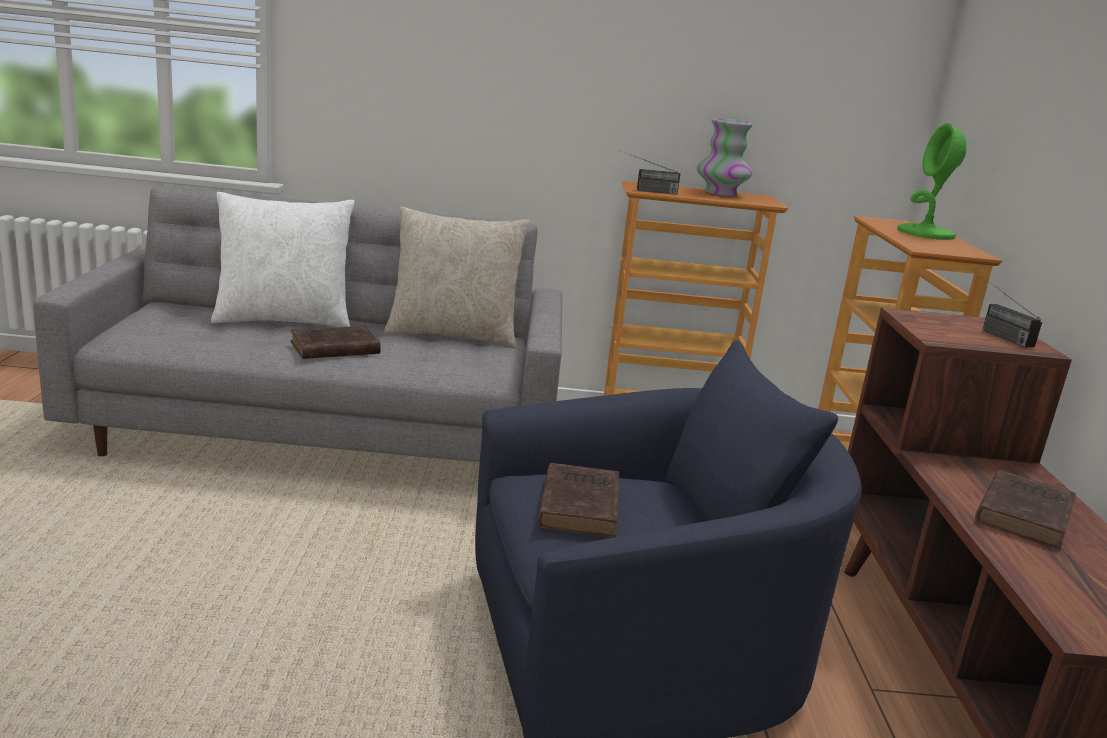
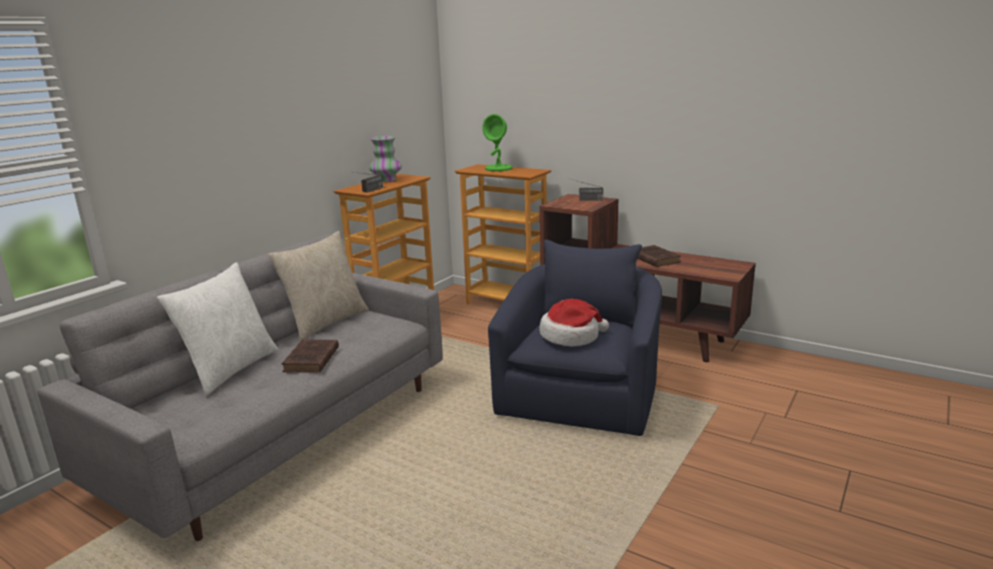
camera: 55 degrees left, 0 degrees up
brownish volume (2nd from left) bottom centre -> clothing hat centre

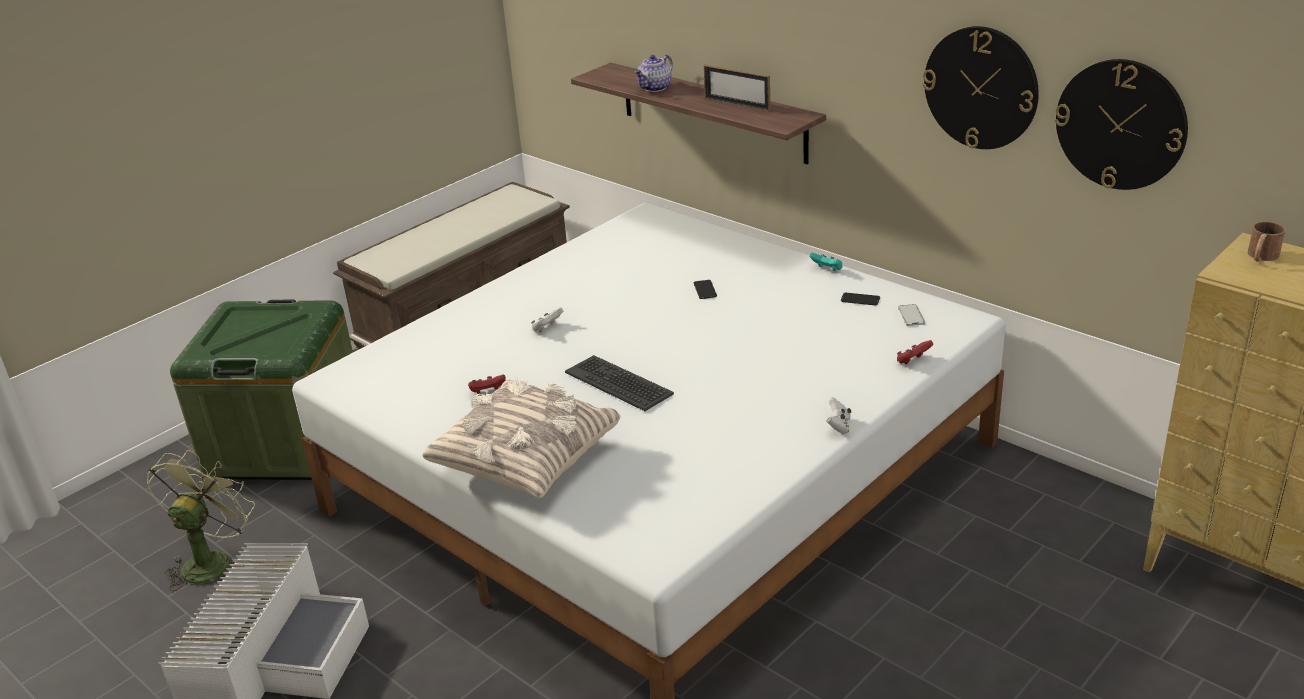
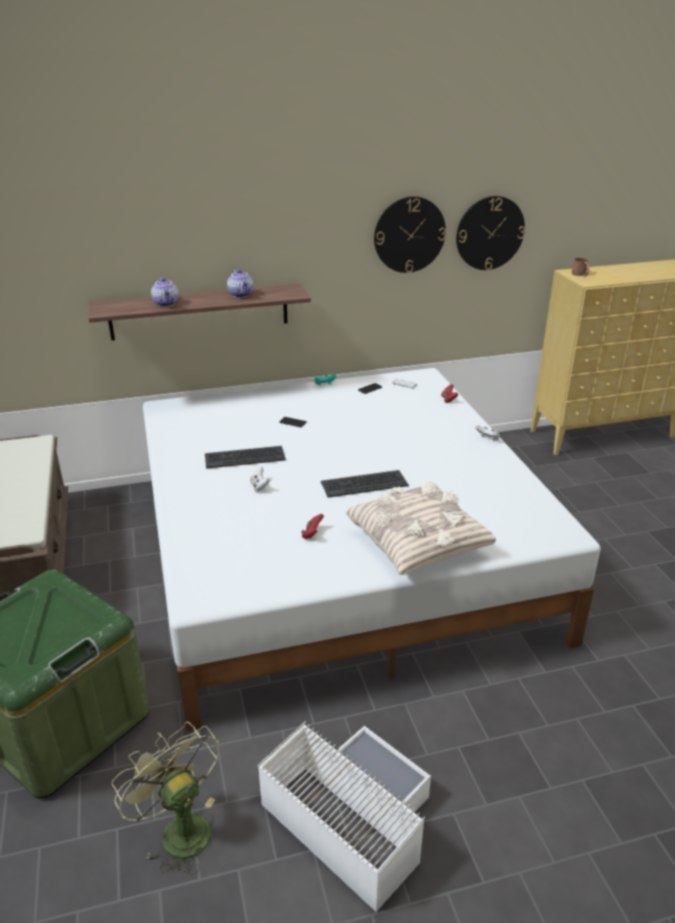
camera: 60 degrees left, 0 degrees up
standing frame top centre -> pot for tea (2nd from left) top centre
none -> computer keyboard (1st from left) centre

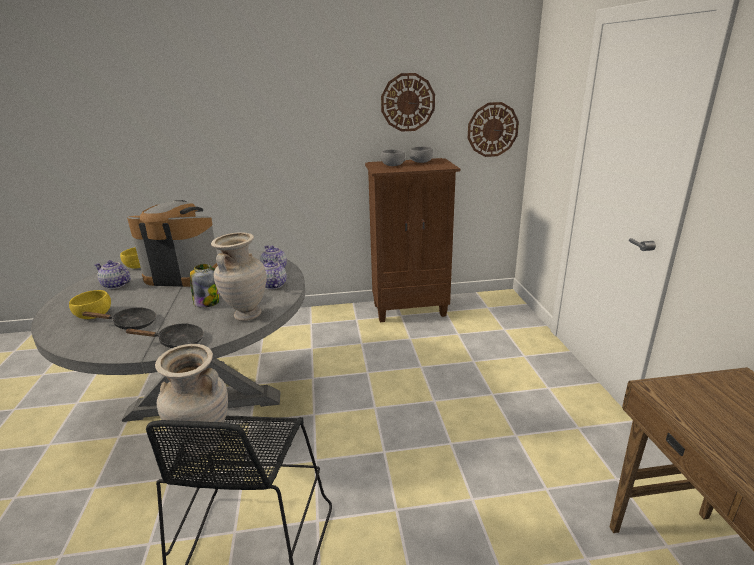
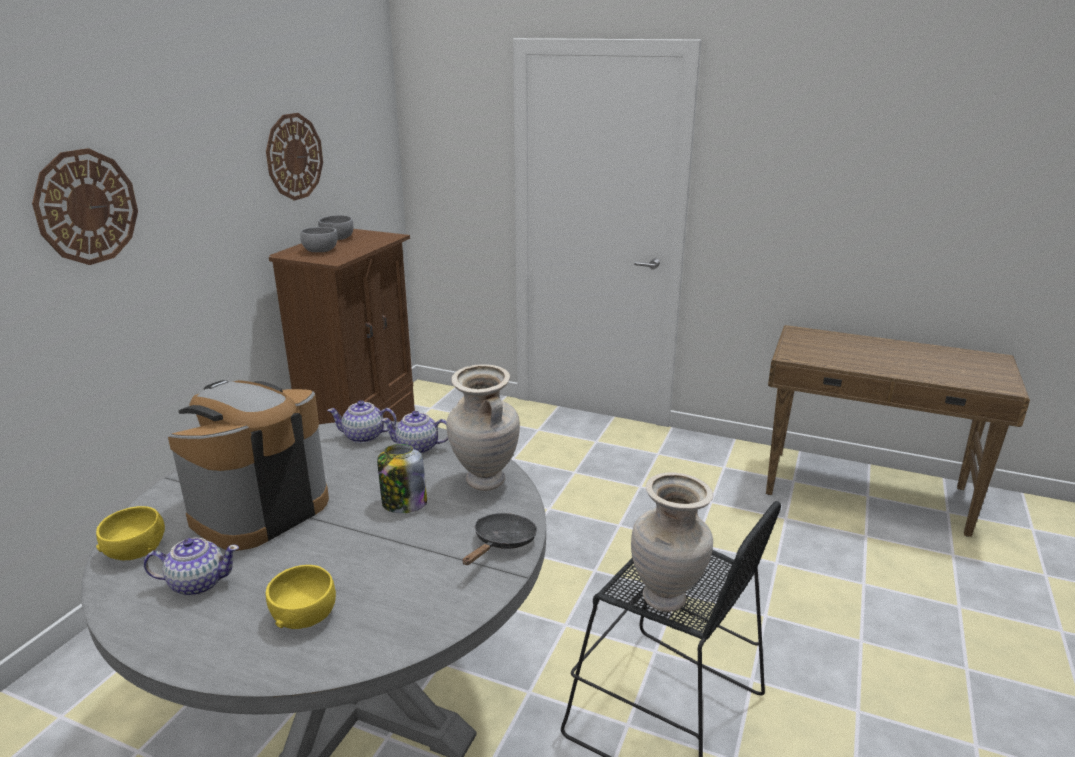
camera: 60 degrees left, 0 degrees up
wall clock (2nd from left in the first image) top centre -> wall clock (1st from left) top left, moved
pot for tea (1st from left) middle left -> pot for tea (1st from left) bottom left, 150 degrees counterclockwise
black skillet (1st from left) middle left -> none

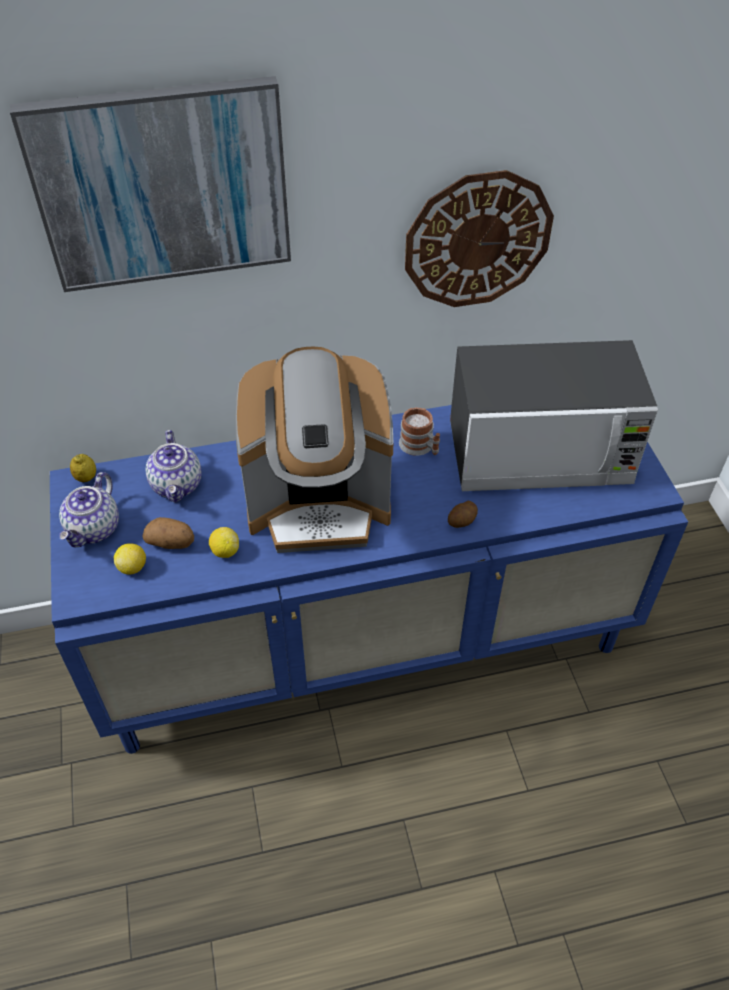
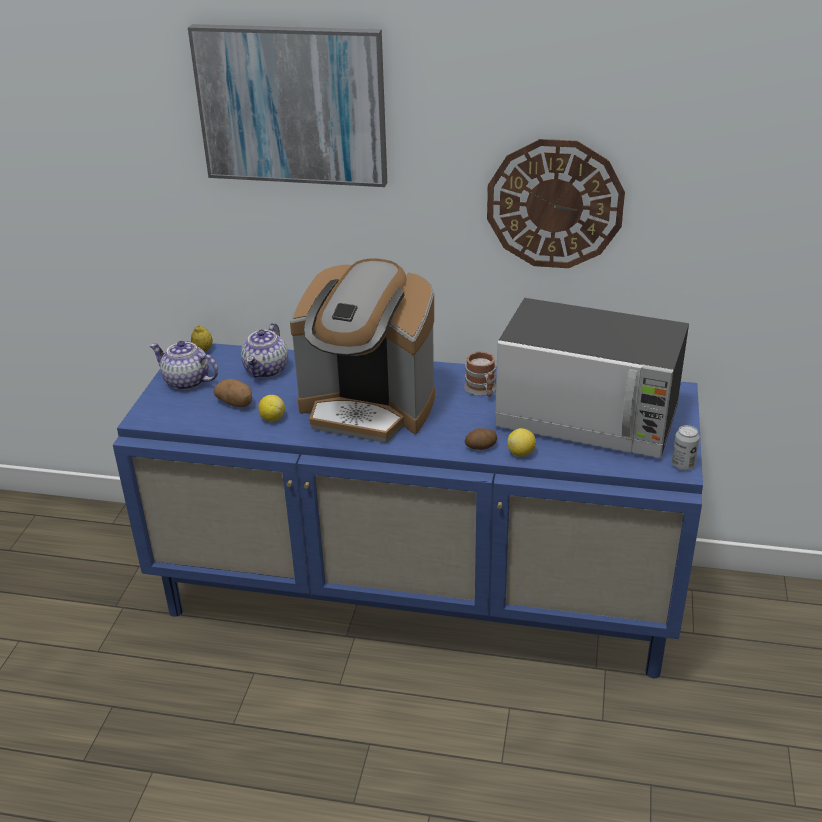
camera: 25 degrees right, 15 degrees down
pot for tea (1st from left) middle left, 75 degrees clockwise
whole lemon (2nd from left in the first image) middle left -> whole lemon (3rd from left) centre, moved
none -> metal can middle right

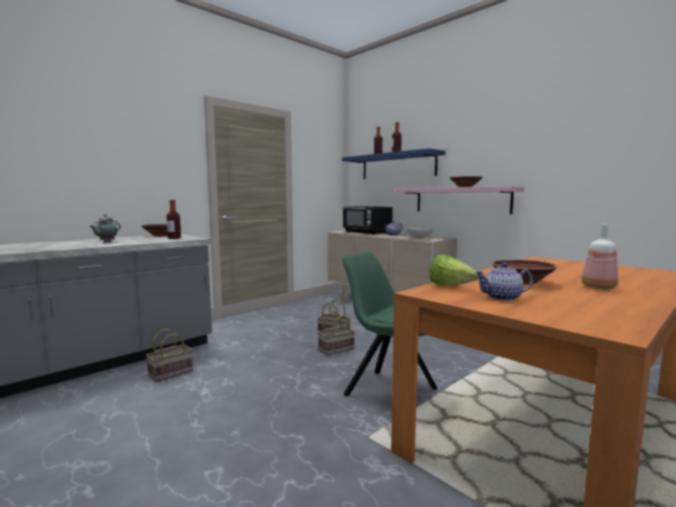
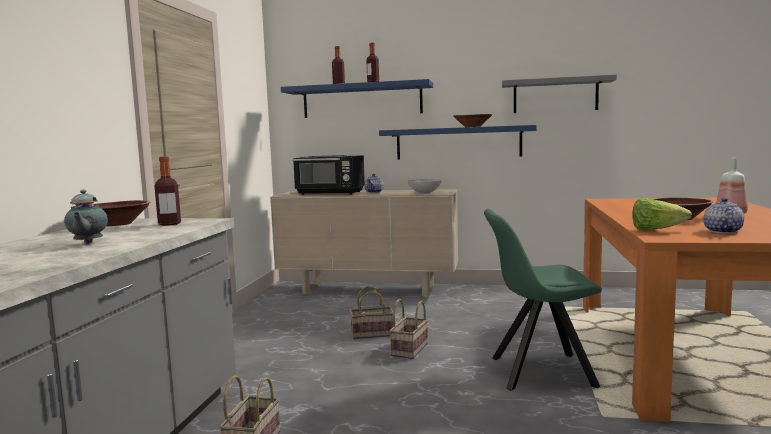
camera: 35 degrees left, 0 degrees up
pink bracket shelf middle right -> blue-coloured bracket shelf (2nd from left) top centre
pot for tea (3rd from left) middle right, 150 degrees clockwise
none -> gray bracket shelf top right

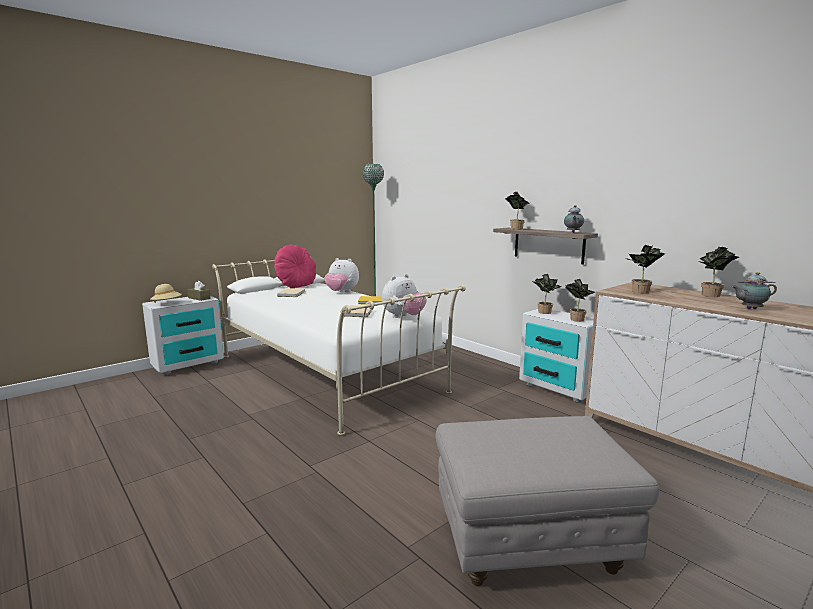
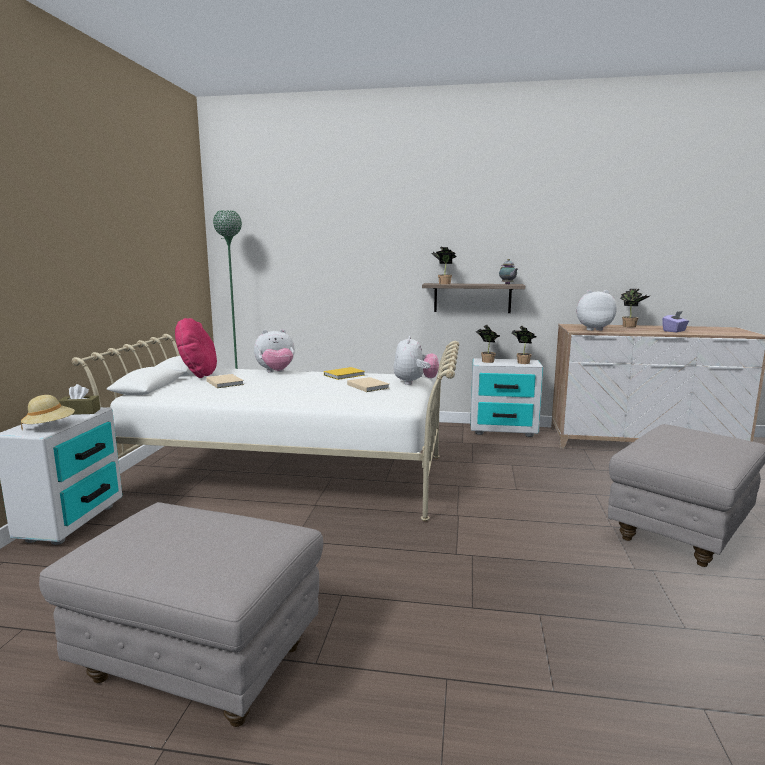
camera: 40 degrees left, 0 degrees up
plant in a pot (4th from left) middle right -> cuddly toy (3rd from left) middle right
pot for tea (2nd from left) middle right -> purple box of tissues middle right
none -> gray ottoman (1st from left) bottom left

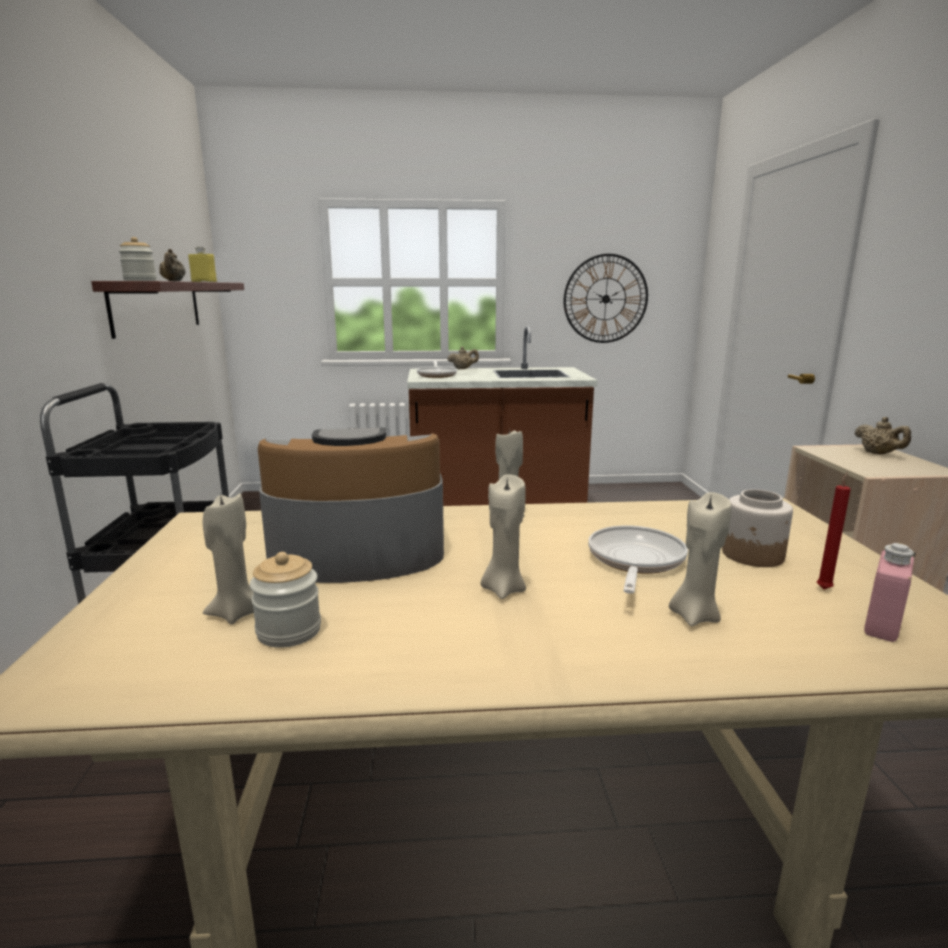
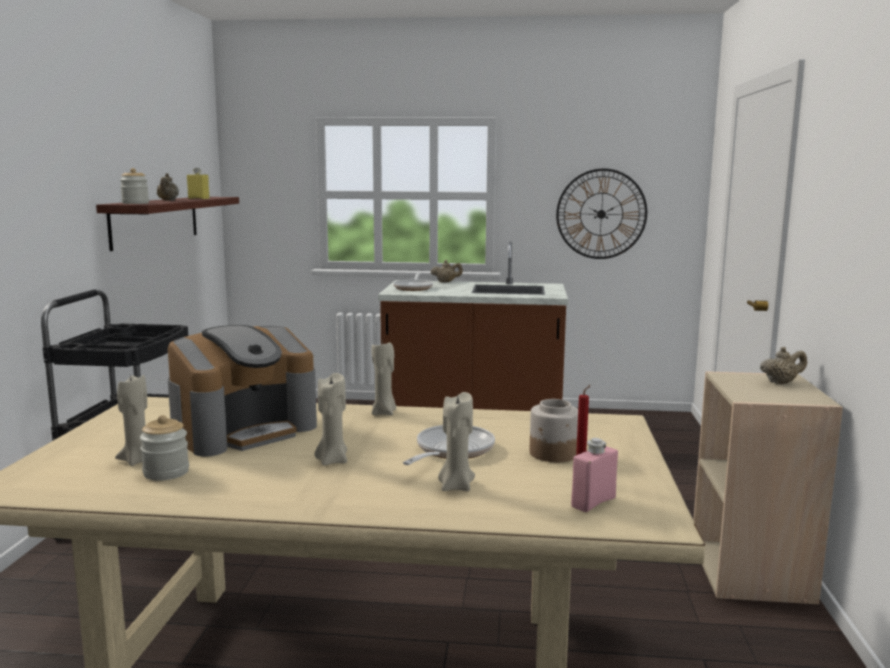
camera: 10 degrees right, 5 degrees down
beige-coloured pot for tea (3rd from left) middle right, 90 degrees counterclockwise
coffee machine centre -> coffee machine middle left, 135 degrees clockwise

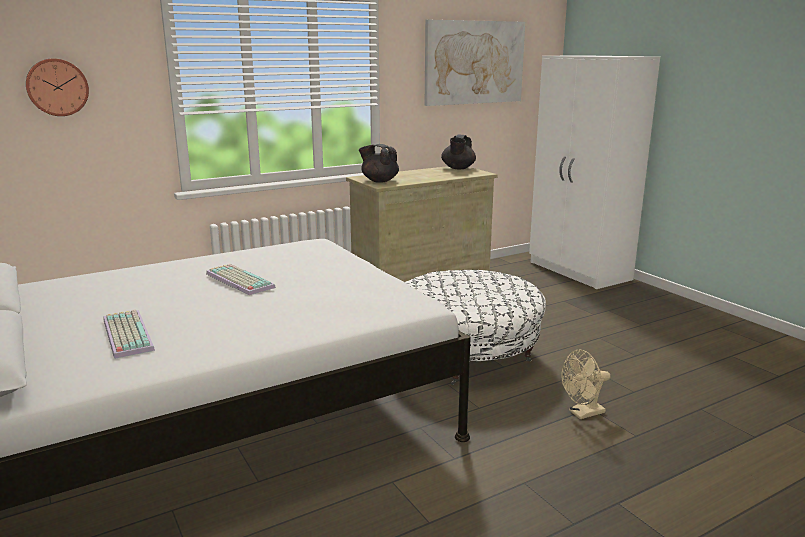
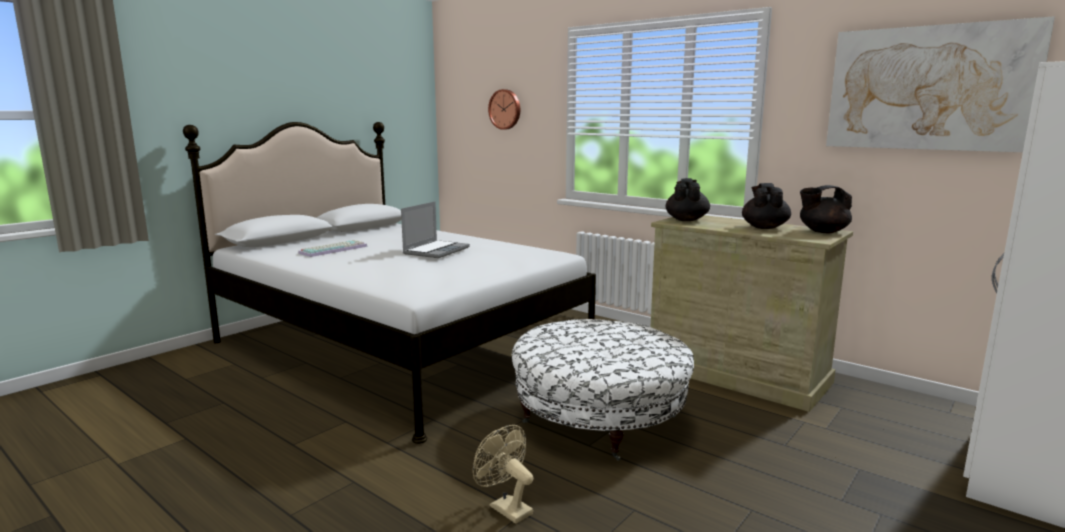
camera: 70 degrees right, 5 degrees down
computer keyboard (2nd from left) middle left -> notebook computer centre
none -> black pot for tea (2nd from left) middle right

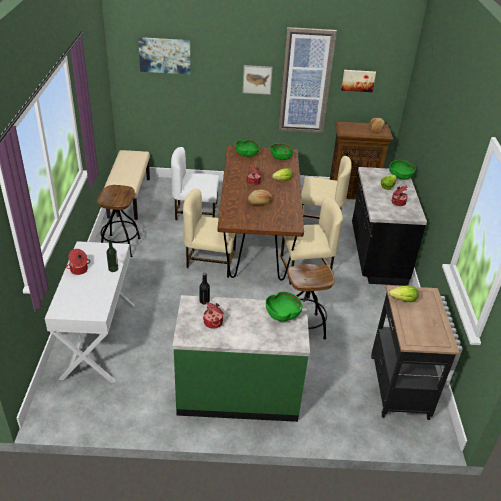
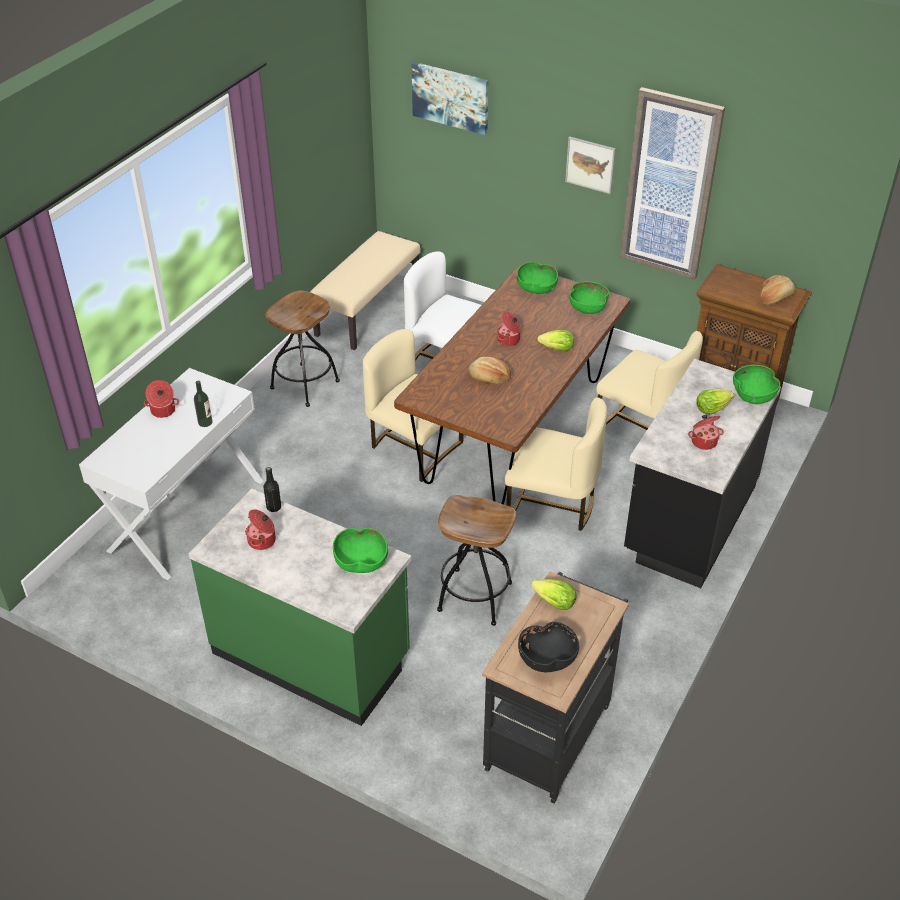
camera: 30 degrees right, 5 degrees up
wall art (4th from left) top right -> none
none -> black deep dish bottom centre

